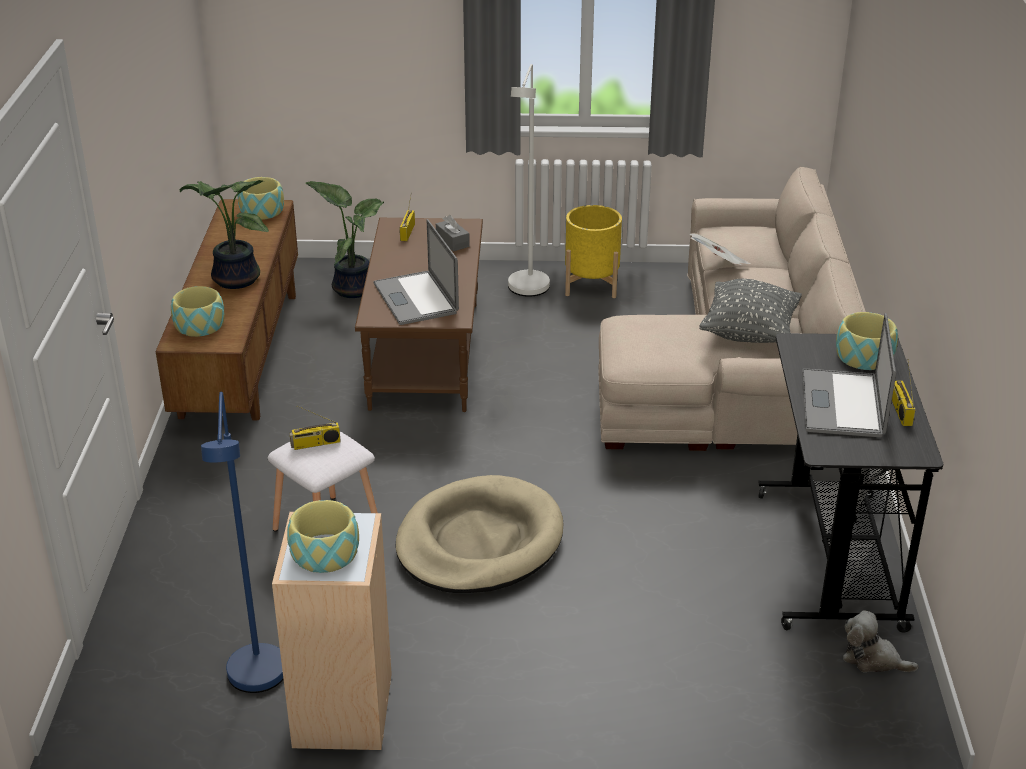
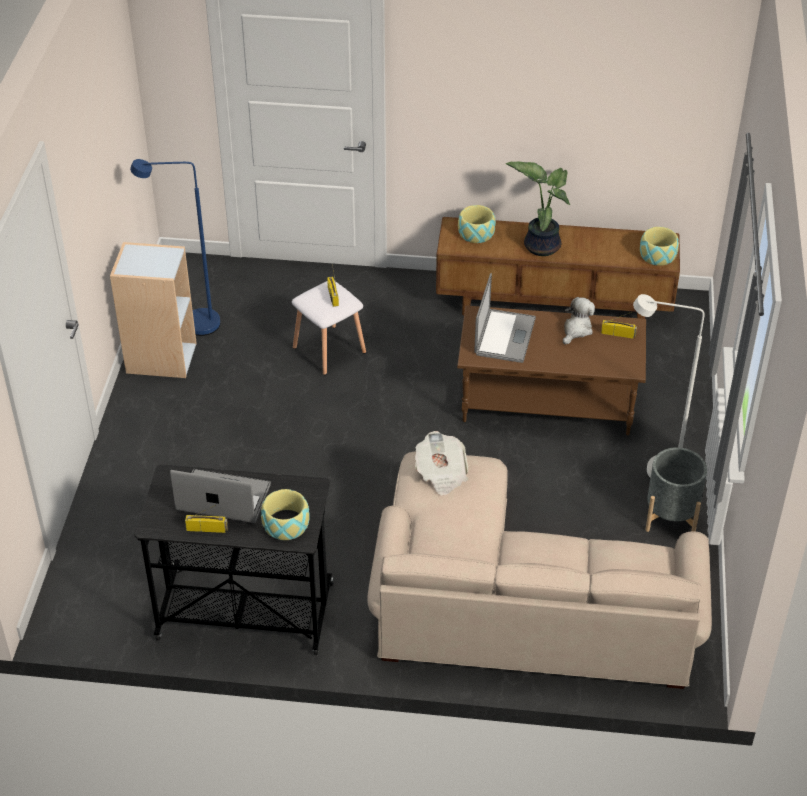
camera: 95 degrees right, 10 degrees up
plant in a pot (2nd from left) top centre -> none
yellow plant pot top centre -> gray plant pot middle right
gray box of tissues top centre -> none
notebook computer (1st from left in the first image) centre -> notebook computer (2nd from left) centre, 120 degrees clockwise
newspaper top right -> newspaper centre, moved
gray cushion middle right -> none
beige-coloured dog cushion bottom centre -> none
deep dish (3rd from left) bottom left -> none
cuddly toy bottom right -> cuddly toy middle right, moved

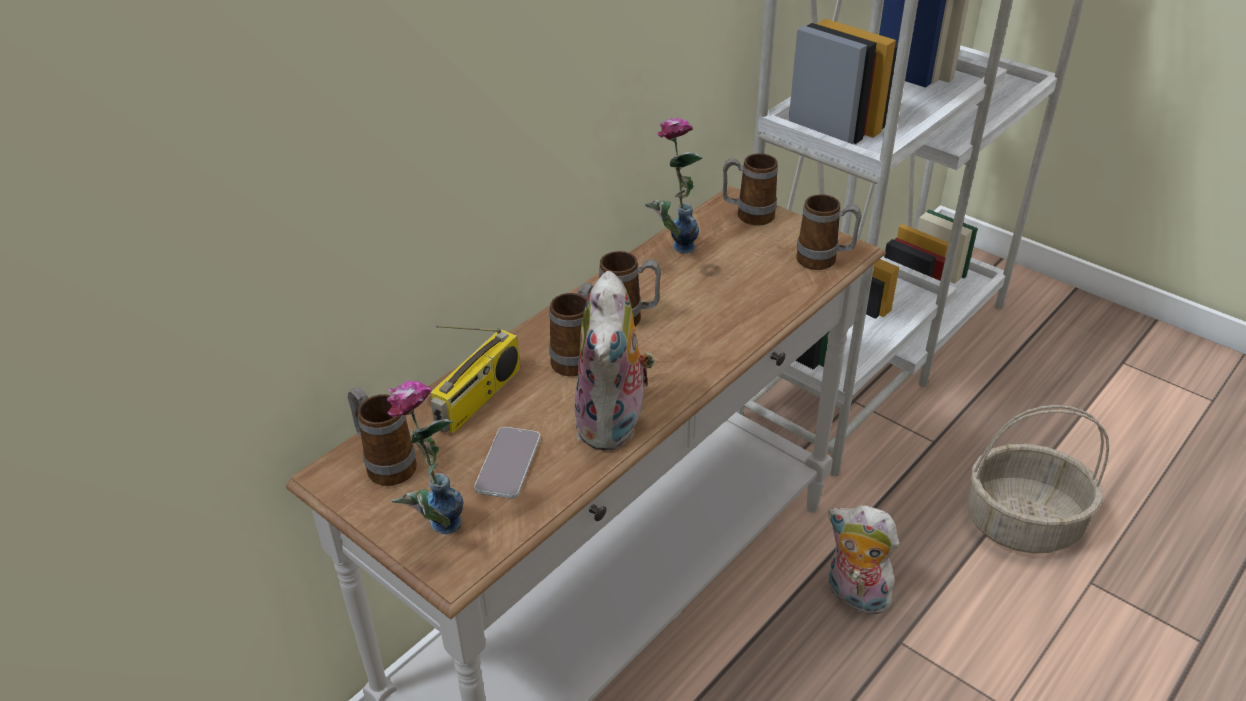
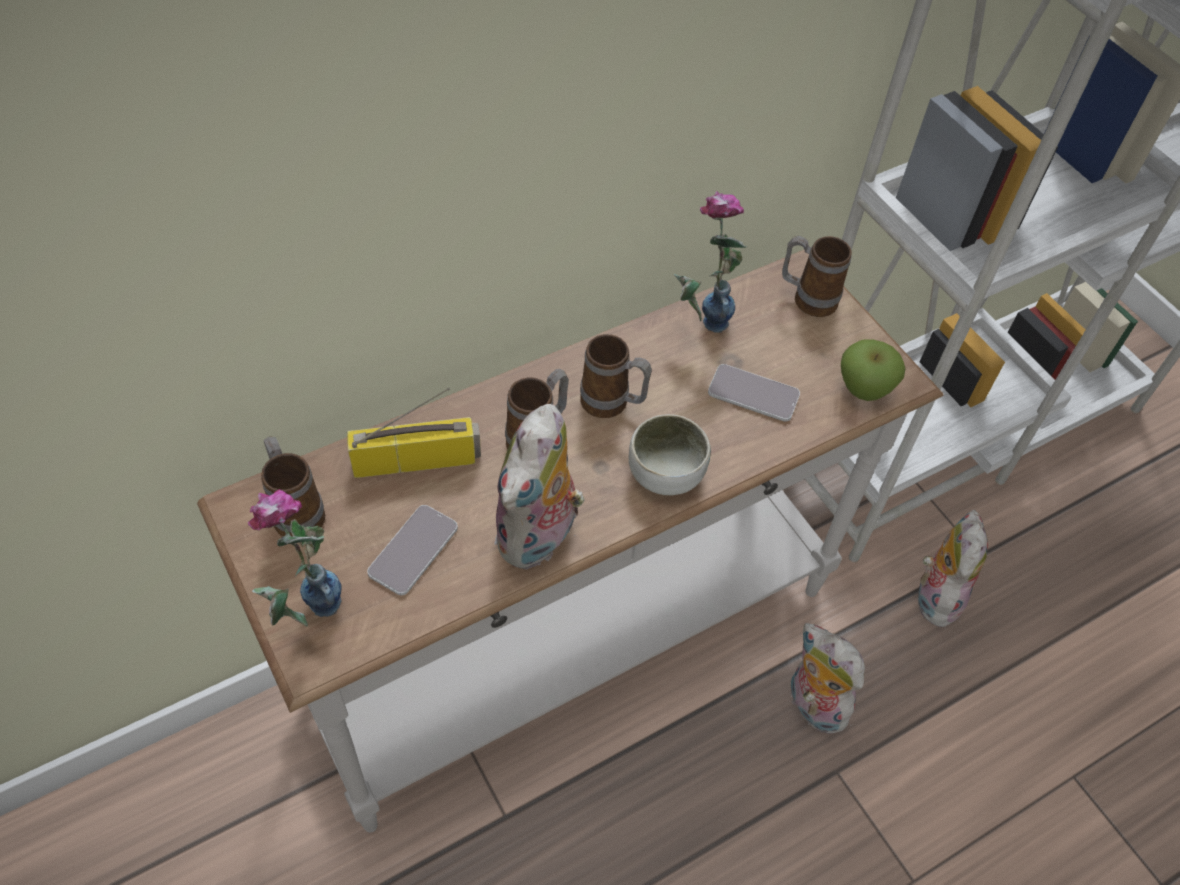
camera: 15 degrees right, 15 degrees up
mug (5th from left) top centre -> apple middle right
radio centre, 150 degrees counterclockwise
basket bottom right -> none
none -> telephone (2nd from left) centre
none -> deep dish centre
none -> cuddly toy (3rd from left) middle right

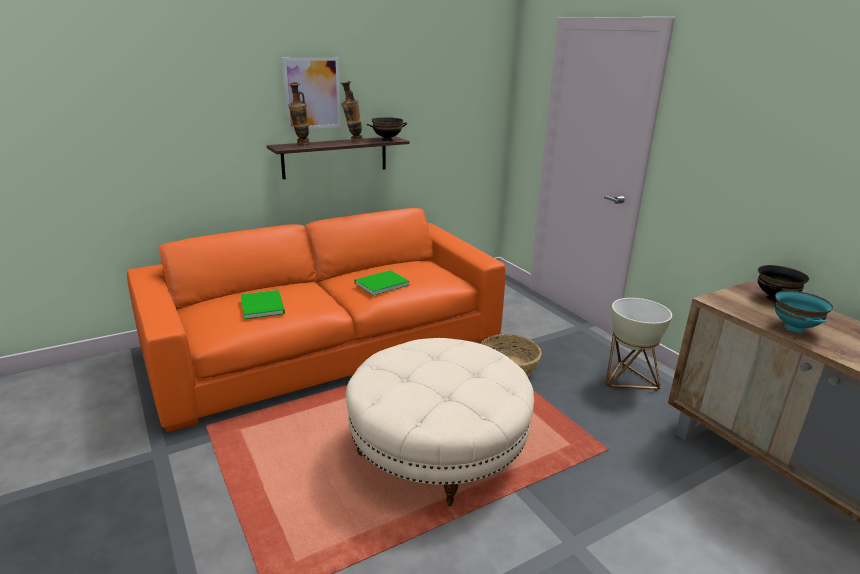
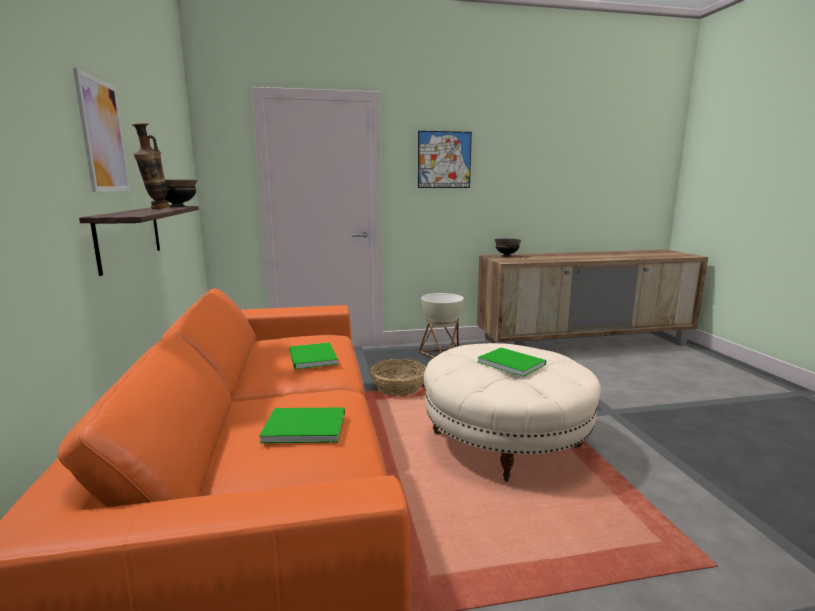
camera: 70 degrees left, 10 degrees down
vase (1st from left) top centre -> none
blue-green deep dish middle right -> none
none -> wall art (2nd from left) top centre
none -> green volume (3rd from left) centre

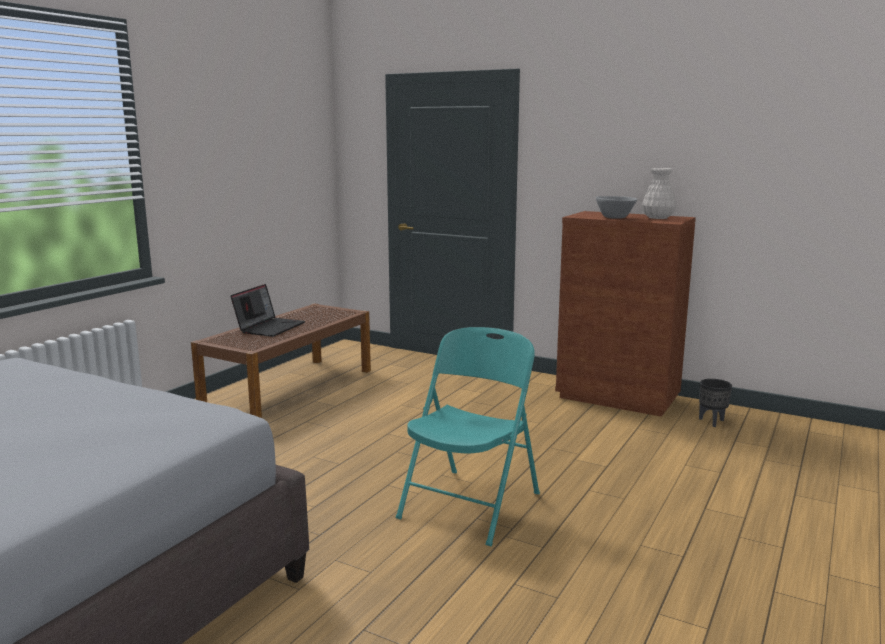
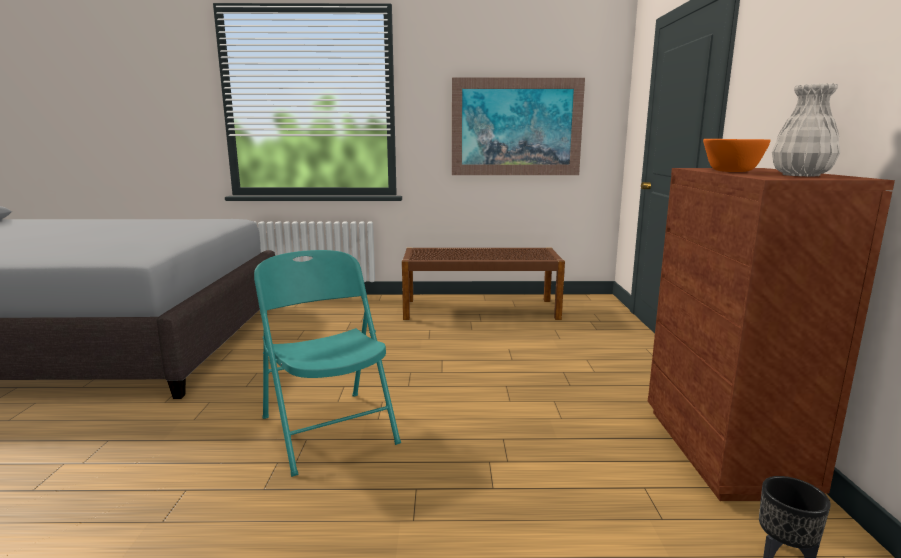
camera: 60 degrees right, 0 degrees up
gray deep dish top right -> orange-coloured deep dish top right
notebook computer middle left -> none
blue-green chair bottom centre -> blue-green chair centre, 120 degrees counterclockwise
none -> wall art top centre

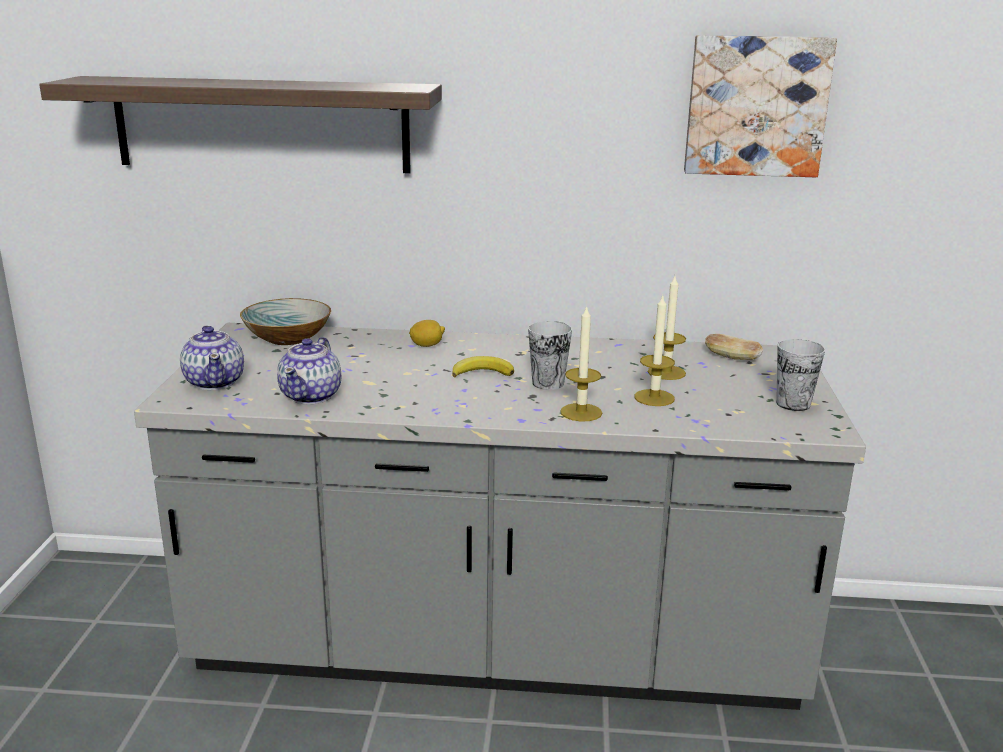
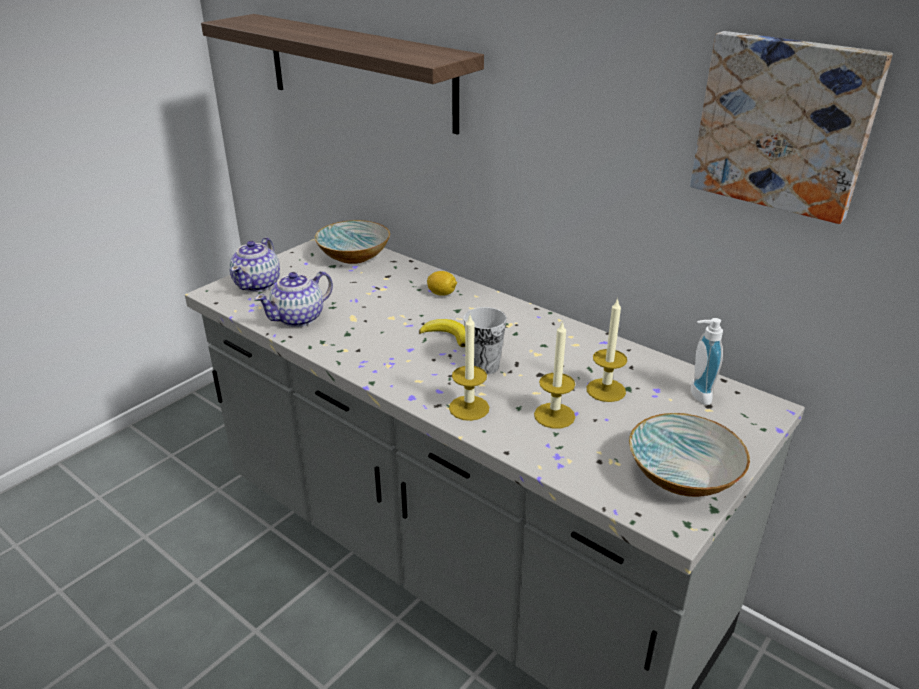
camera: 35 degrees right, 10 degrees up
bread middle right -> soap bottle middle right
cup (2nd from left) middle right -> deep dish (2nd from left) middle right

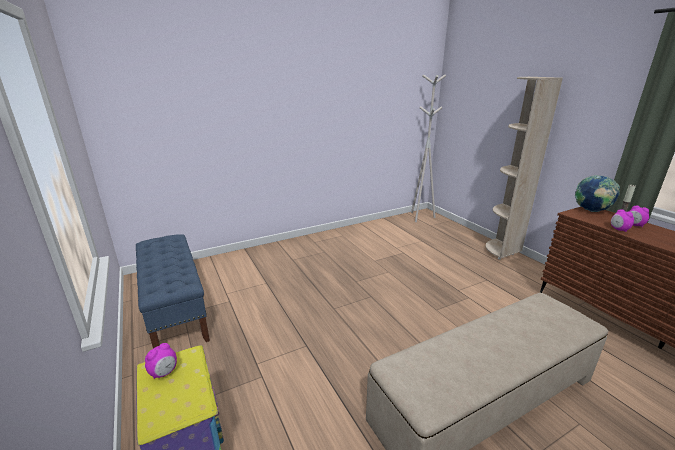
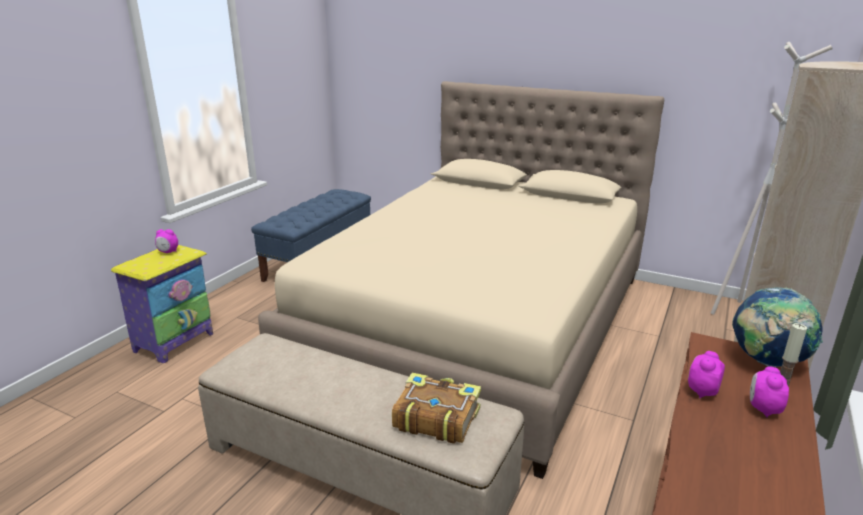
camera: 55 degrees right, 0 degrees up
none -> beige-coloured bed centre
none -> volume bottom centre

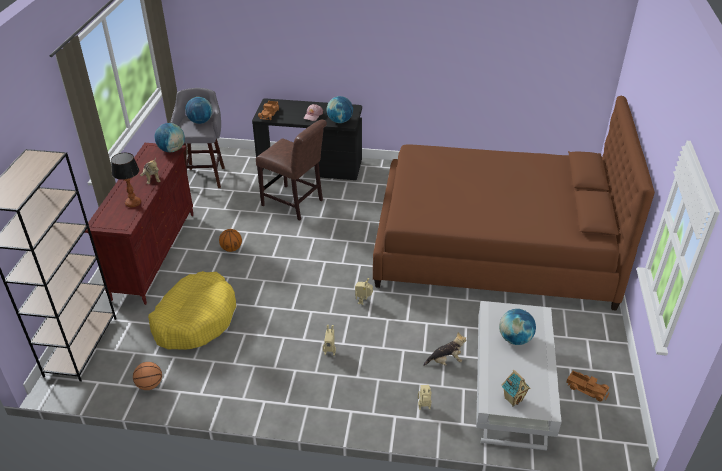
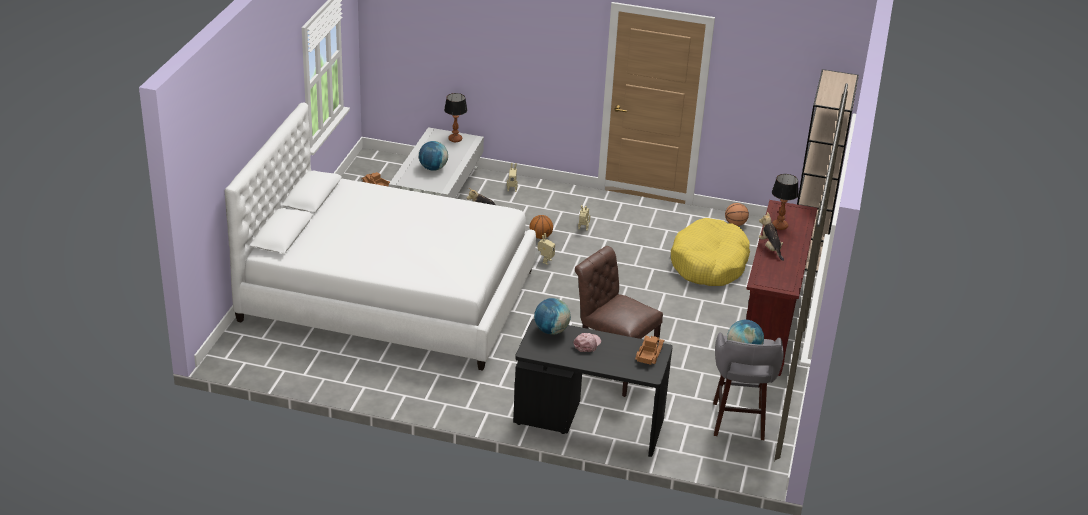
camera: 175 degrees left, 5 degrees down
brownish bed middle right -> white bed centre
desk globe (1st from left) top left -> none
ball for basketball (2nd from left in the first image) middle left -> ball for basketball (1st from left) centre, moved
model house bottom right -> tabletop lamp (1st from left) top centre

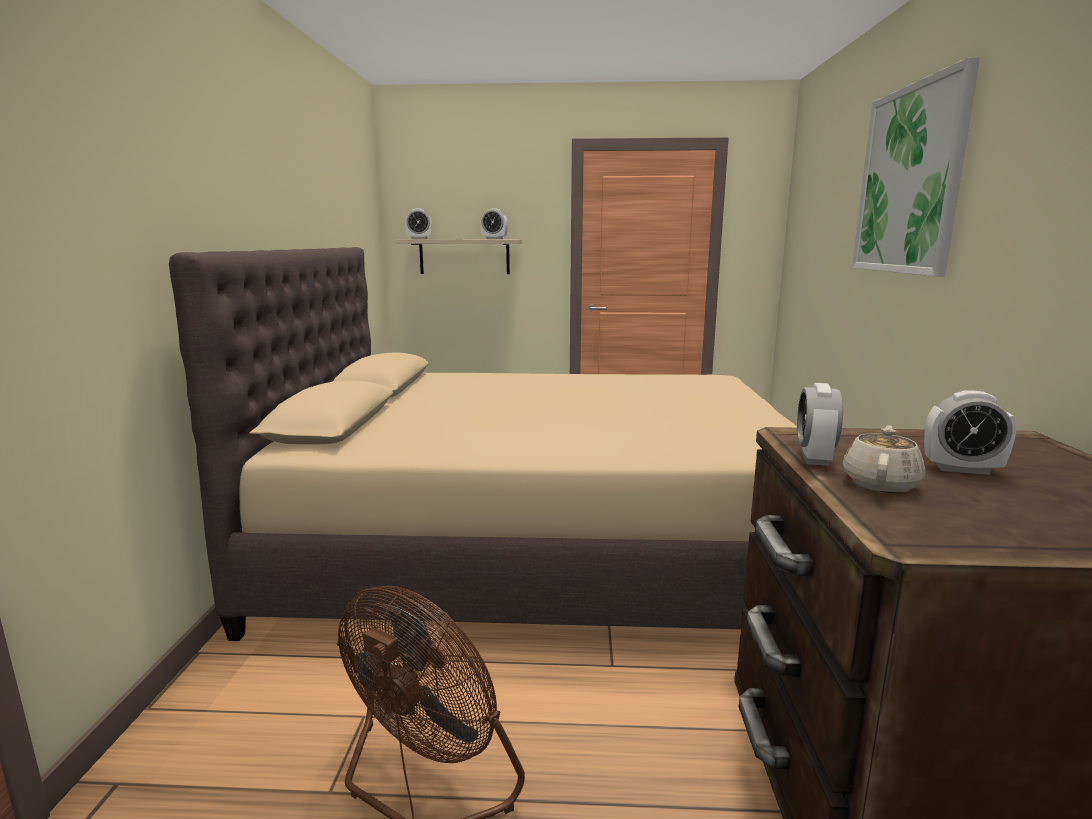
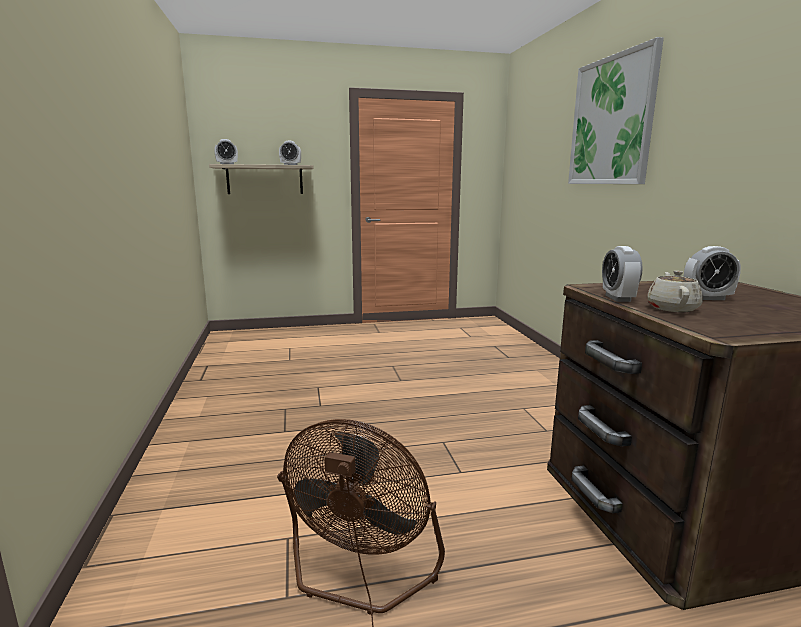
camera: 15 degrees left, 0 degrees up
beige-coloured bed centre -> none

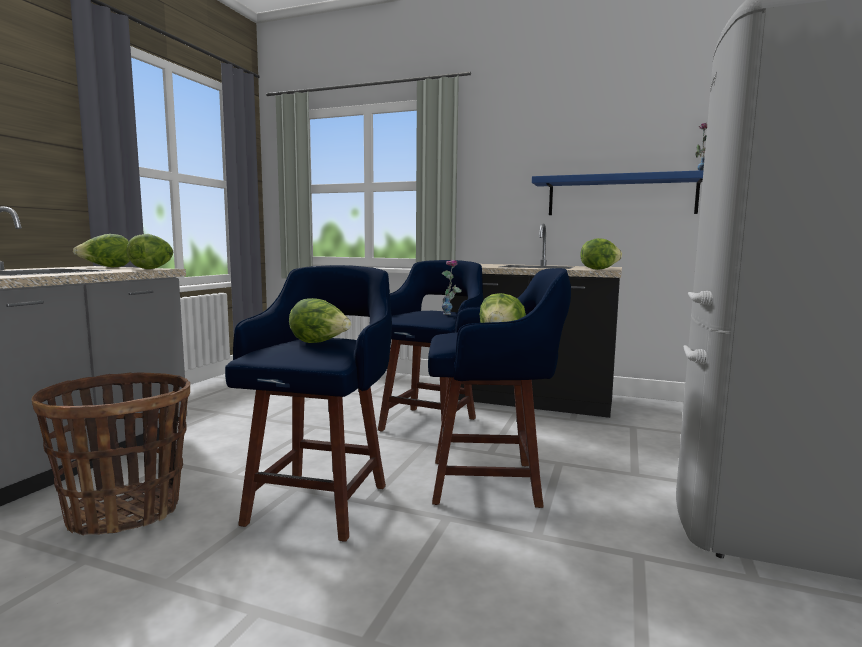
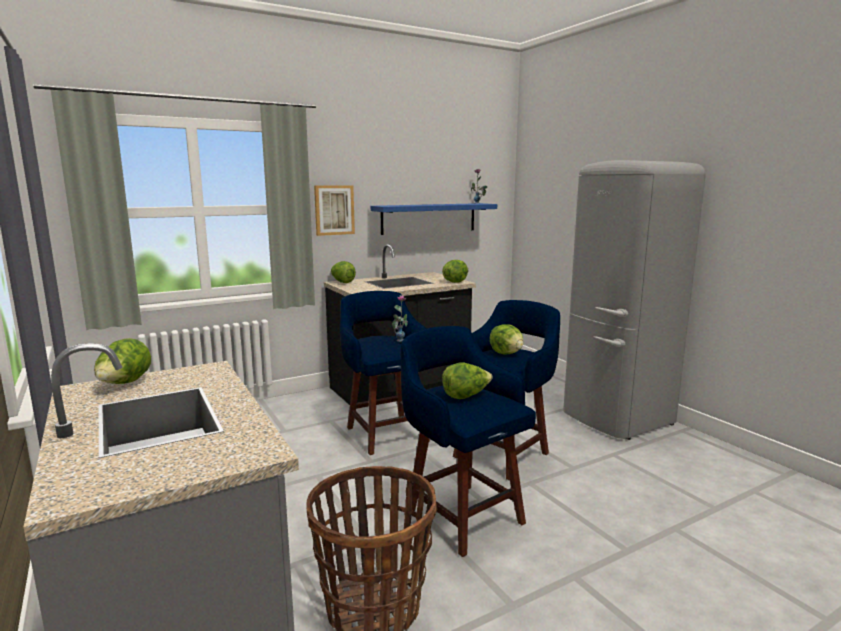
camera: 50 degrees left, 5 degrees up
lettuce head (2nd from left) middle left -> lettuce head (2nd from left) centre, moved
none -> wall art top centre

